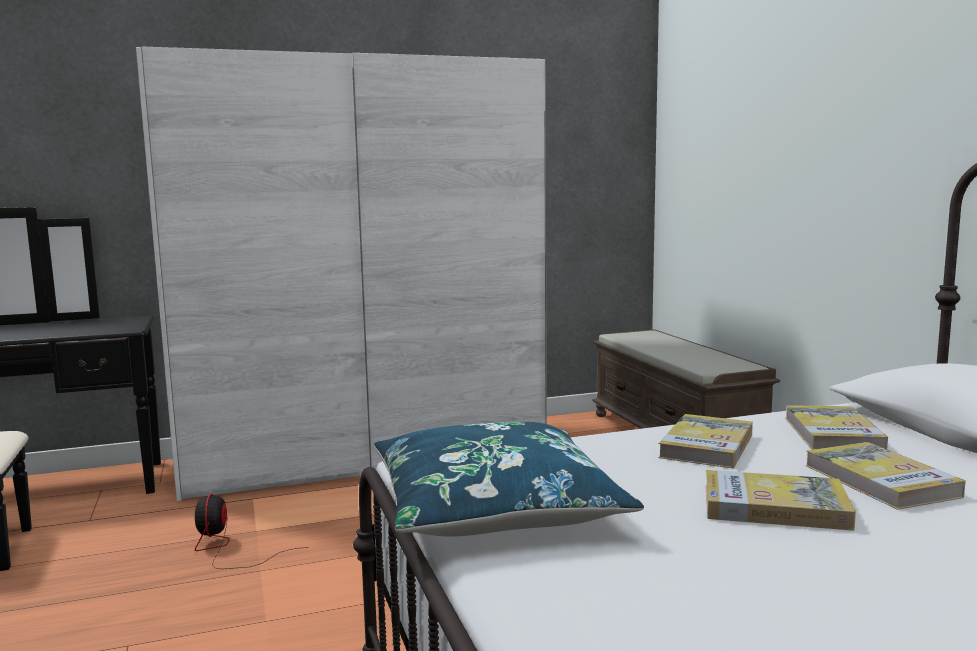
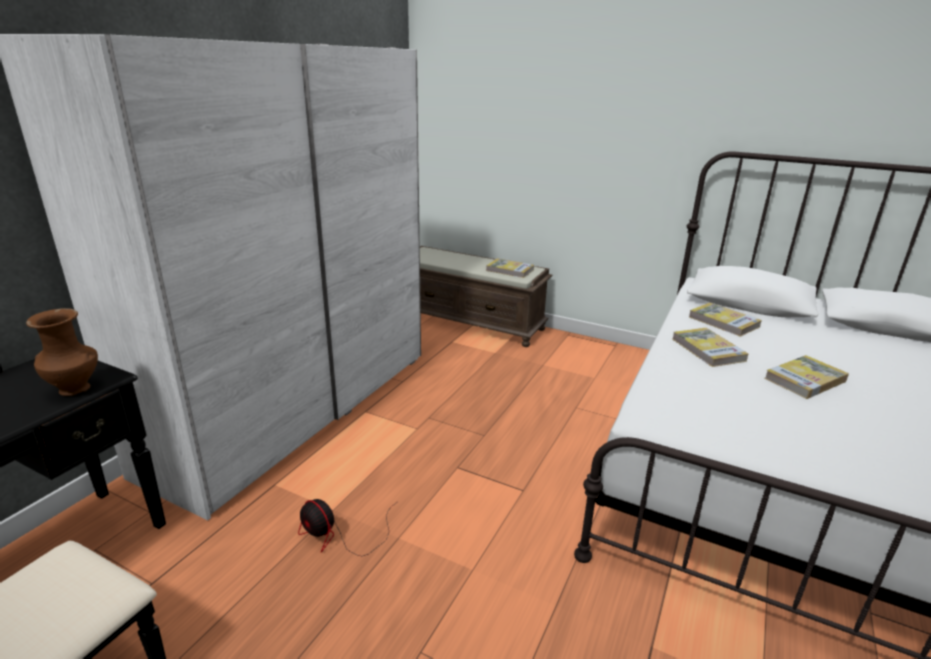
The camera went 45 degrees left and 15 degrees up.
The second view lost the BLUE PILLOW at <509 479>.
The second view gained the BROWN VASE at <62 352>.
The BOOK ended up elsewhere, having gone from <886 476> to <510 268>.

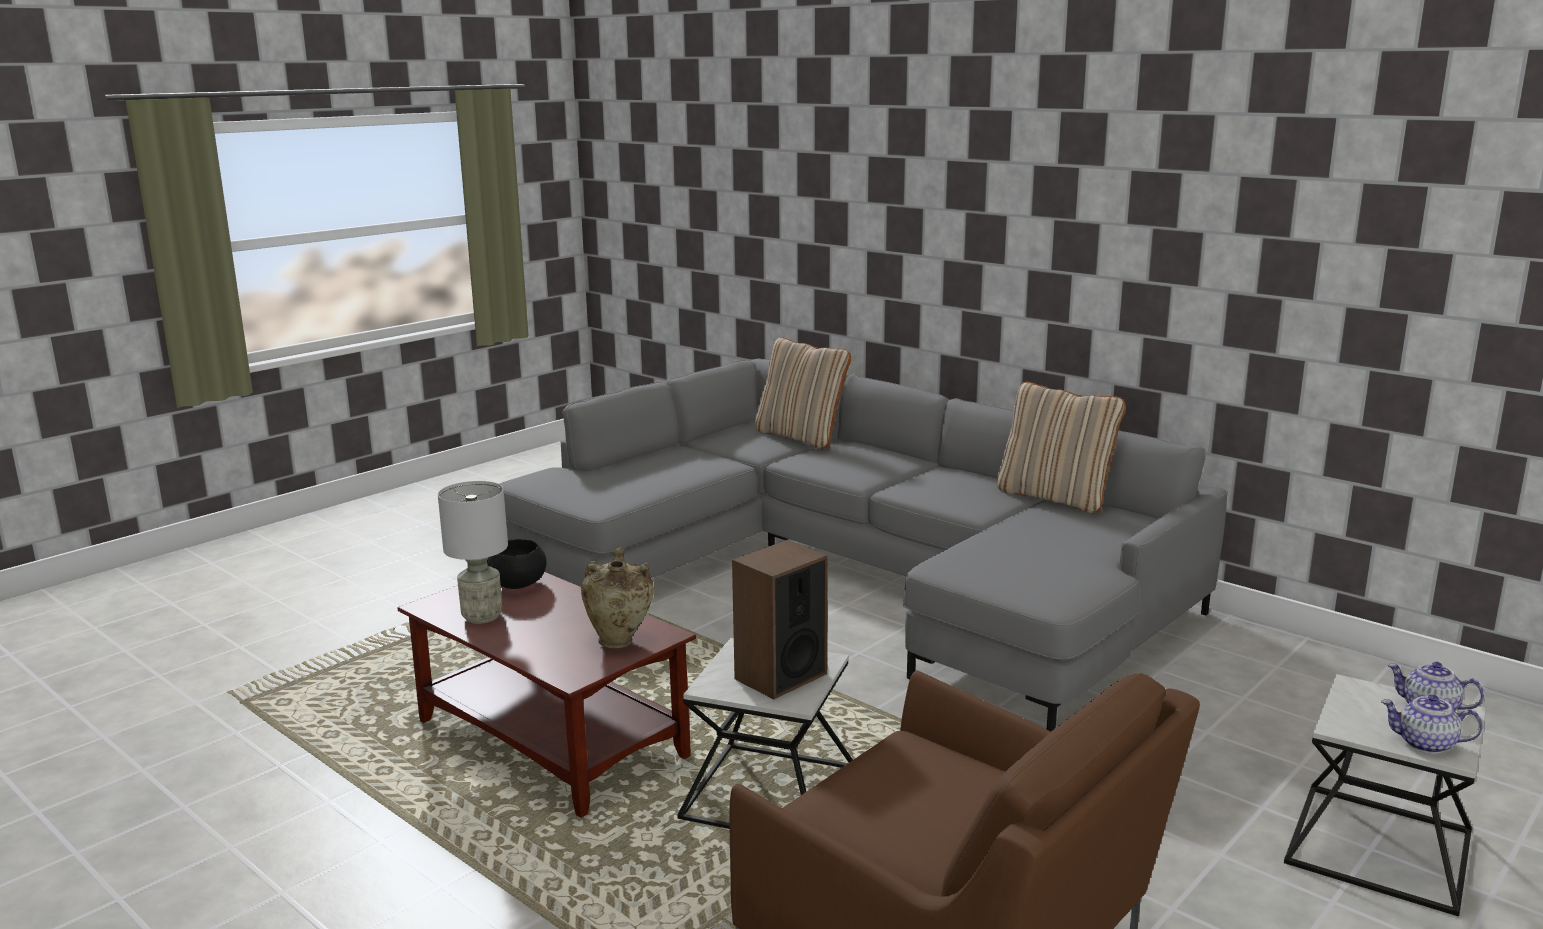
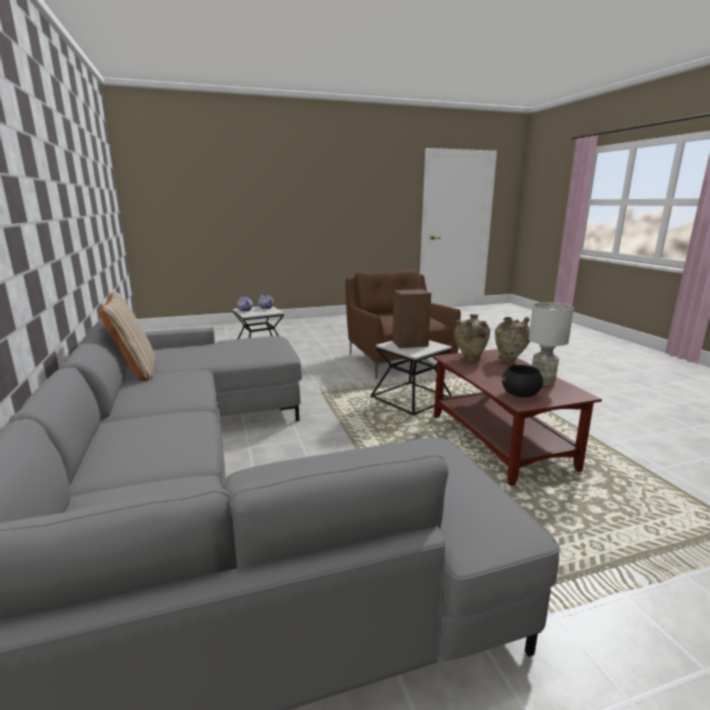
The camera went 150 degrees left and 0 degrees up.
The second view lost the BEIGE PILLOW at <803 393>.
The second view gained the BEIGE VASE at <512 339>.

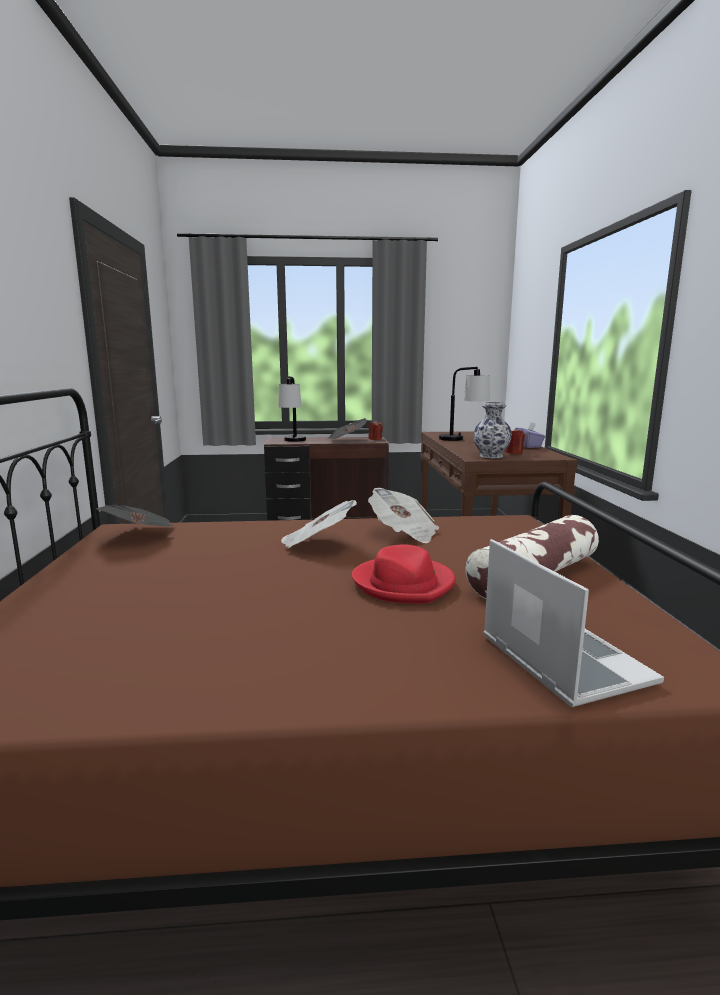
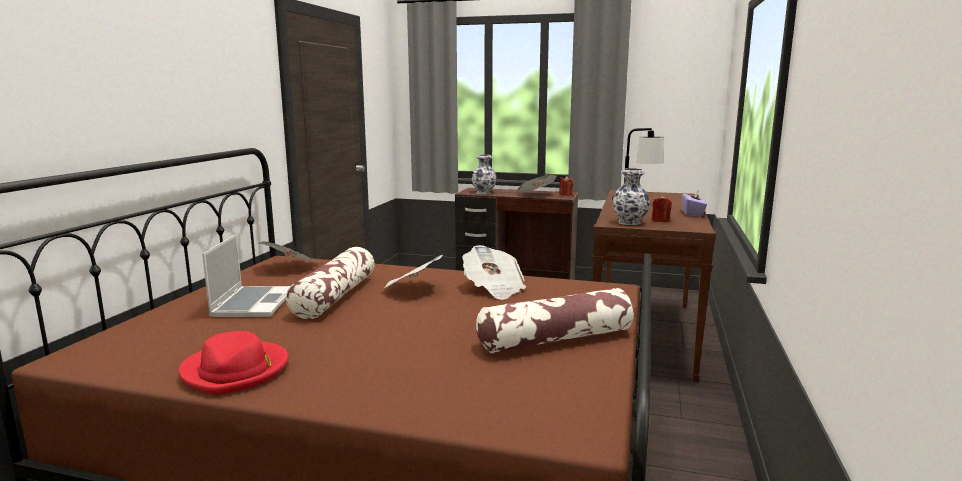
The camera went 20 degrees right and 0 degrees up.
The second view gained the PILLOW at <330 283>.
The RED HAT ended up elsewhere, having gone from <404 574> to <233 363>.
The LAPTOP ended up elsewhere, having gone from <573 623> to <246 275>.
Where the TABLE LAMP stood at <292 409>, the VASE came to stand at <484 174>.

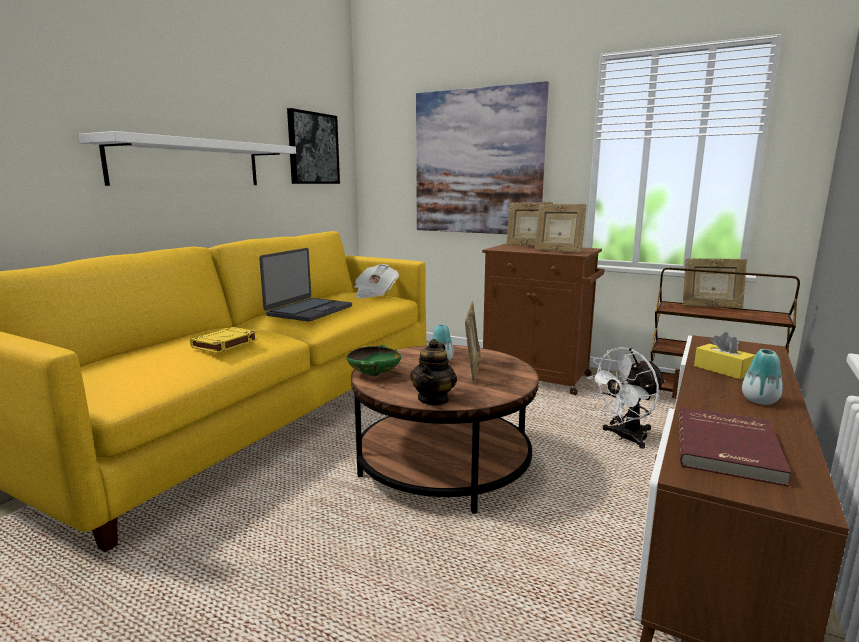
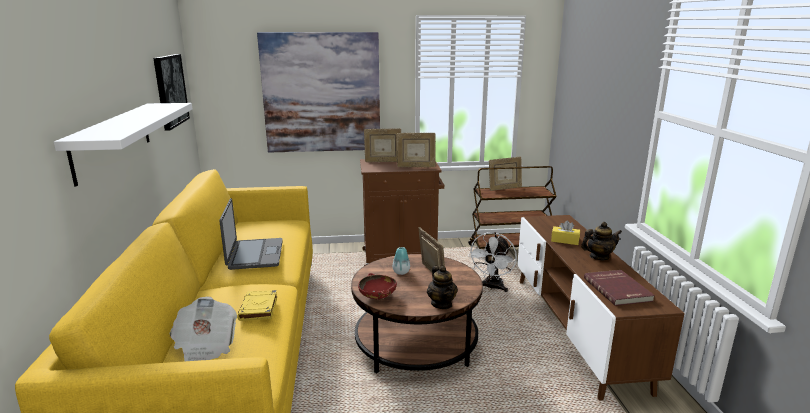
The camera went 35 degrees left and 5 degrees up.
The NEWSPAPER ended up elsewhere, having gone from <376 281> to <203 329>.
Where the VASE stood at <762 377>, the TEAPOT came to stand at <601 241>.
What was the GREEN BOWL at <374 360> turned into the RED BOWL at <377 286>.

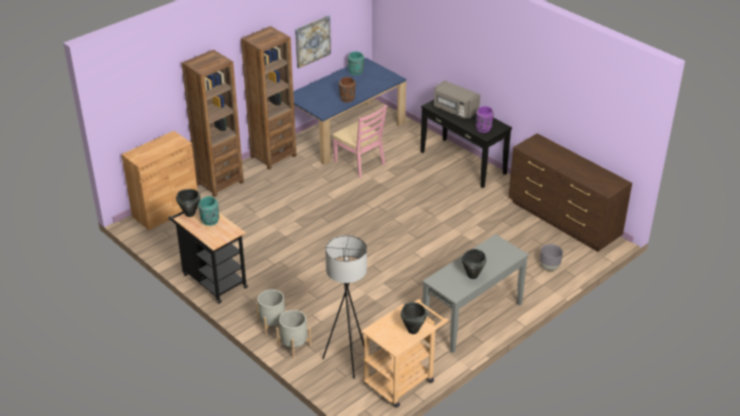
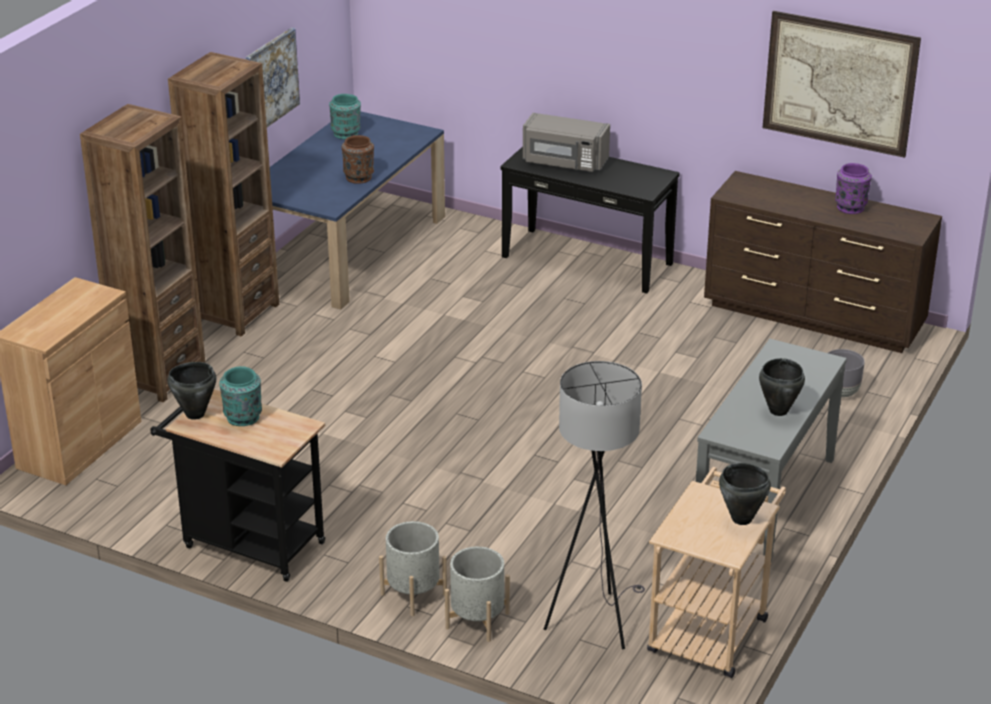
The camera went 20 degrees left and 5 degrees down.
The second view lost the PINK CHAIR at <359 141>.
The second view gained the PICTURE at <842 84>.
The PURPLE VASE ended up elsewhere, having gone from <485 119> to <853 188>.

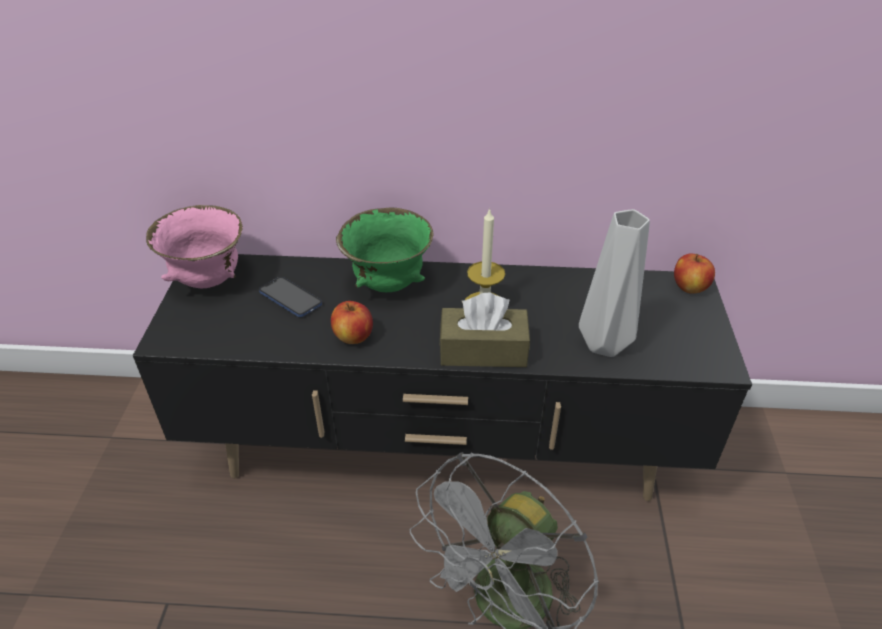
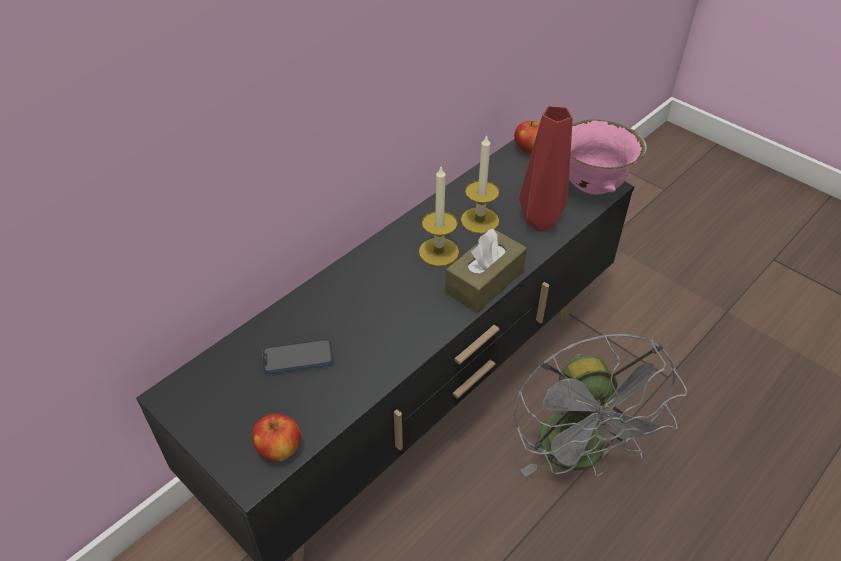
The camera went 50 degrees left and 5 degrees up.
The second view lost the GREEN BOWL at <385 249>.
The second view gained the CANDLE at <480 184>.
The PINK BOWL ended up elsewhere, having gone from <194 246> to <608 157>.
The APPLE ended up elsewhere, having gone from <352 322> to <276 437>.
What was the GREY VASE at <614 283> turned into the RED VASE at <545 169>.

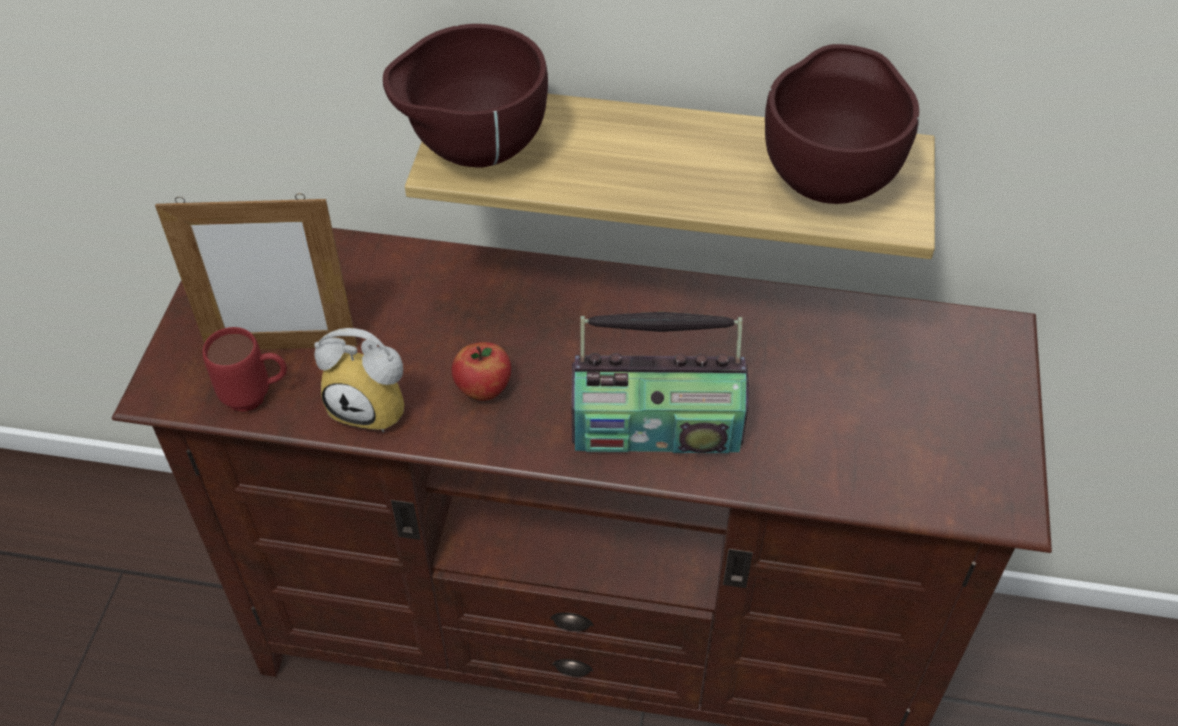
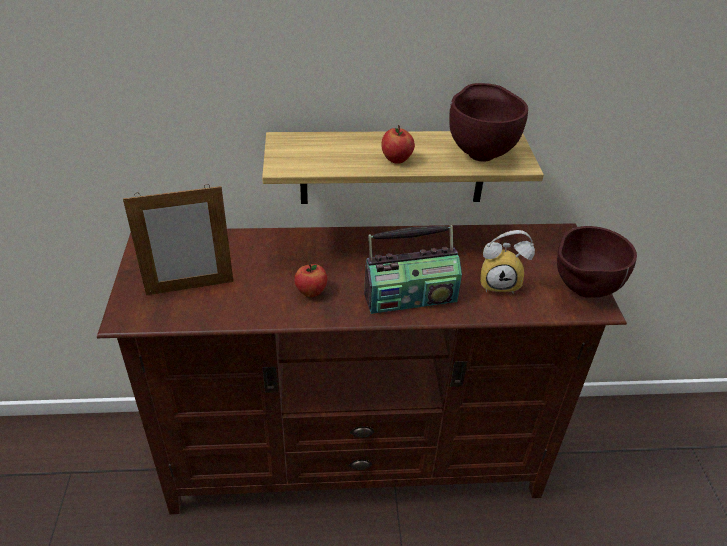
The camera went 15 degrees left and 10 degrees down.
The second view lost the RED MUG at <245 369>.
The second view gained the APPLE at <398 144>.
The ALARM CLOCK ended up elsewhere, having gone from <359 380> to <507 261>.
The BROWN BOWL ended up elsewhere, having gone from <465 96> to <597 262>.

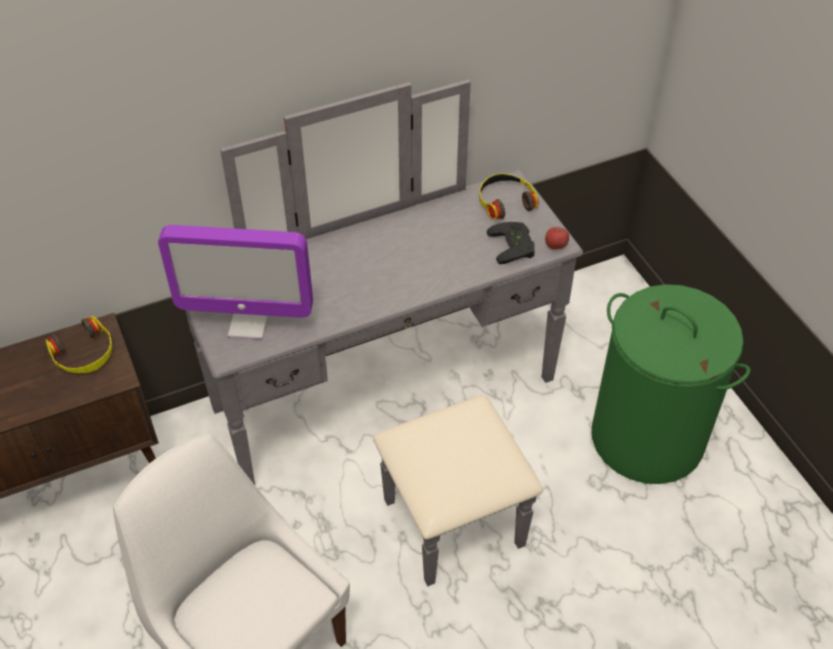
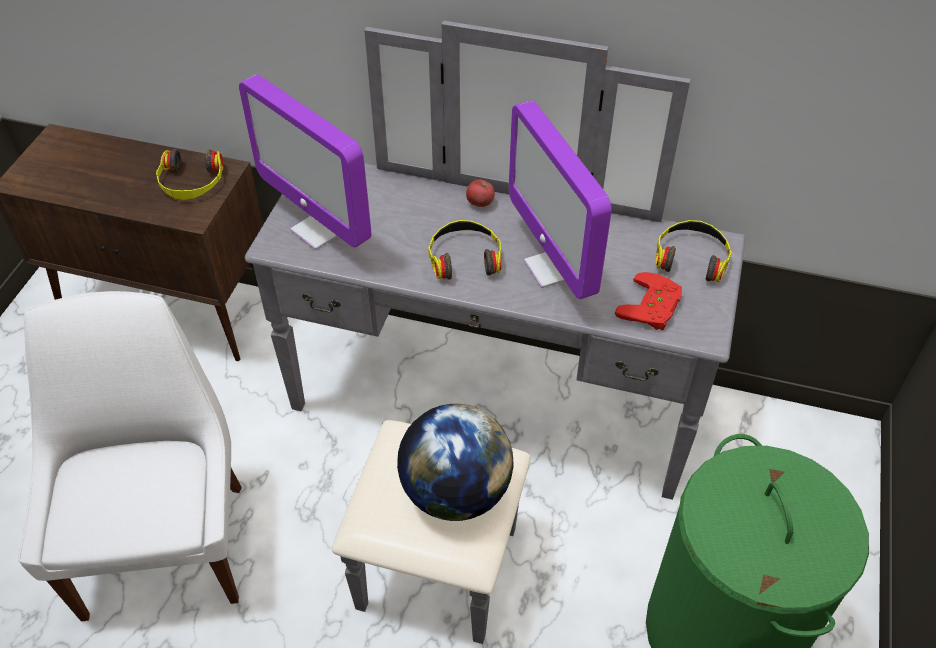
The camera went 40 degrees right and 0 degrees up.
The second view gained the GLOBE at <455 462>.
The second view gained the HEADPHONES at <465 250>.
The second view gained the MONITOR at <560 200>.
The APPLE ended up elsewhere, having gone from <557 238> to <480 193>.
What was the BLACK GAME CONTROLLER at <511 243> turned into the RED GAME CONTROLLER at <648 301>.

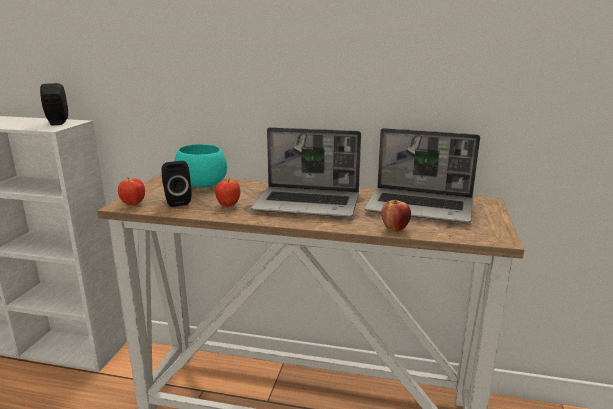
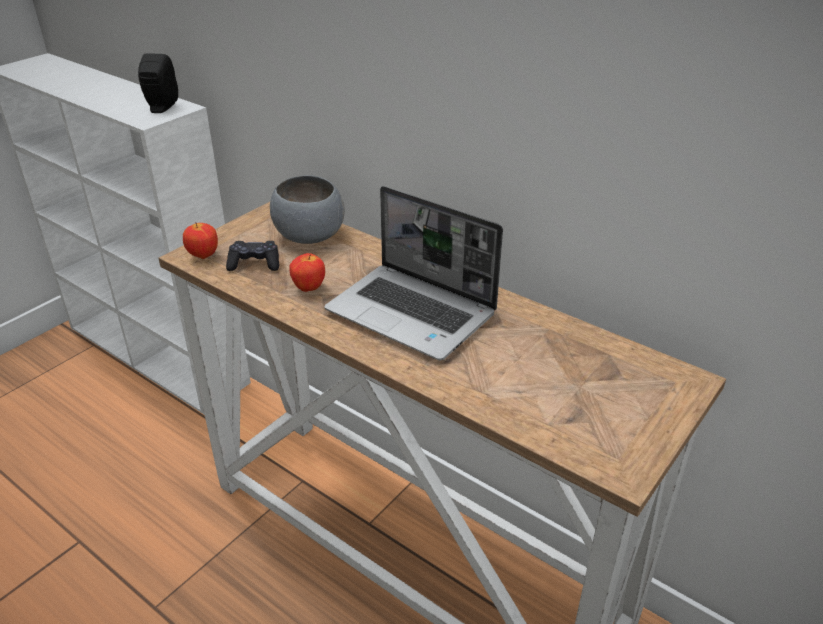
The camera went 25 degrees right and 15 degrees up.
The second view lost the LAPTOP at <422 175>.
The second view lost the APPLE at <396 216>.
Where the BLACK SPEAKER stood at <176 184>, the BLACK GAME CONTROLLER came to stand at <252 256>.
What was the TURQUOISE BOWL at <200 166> turned into the GREY BOWL at <307 209>.

